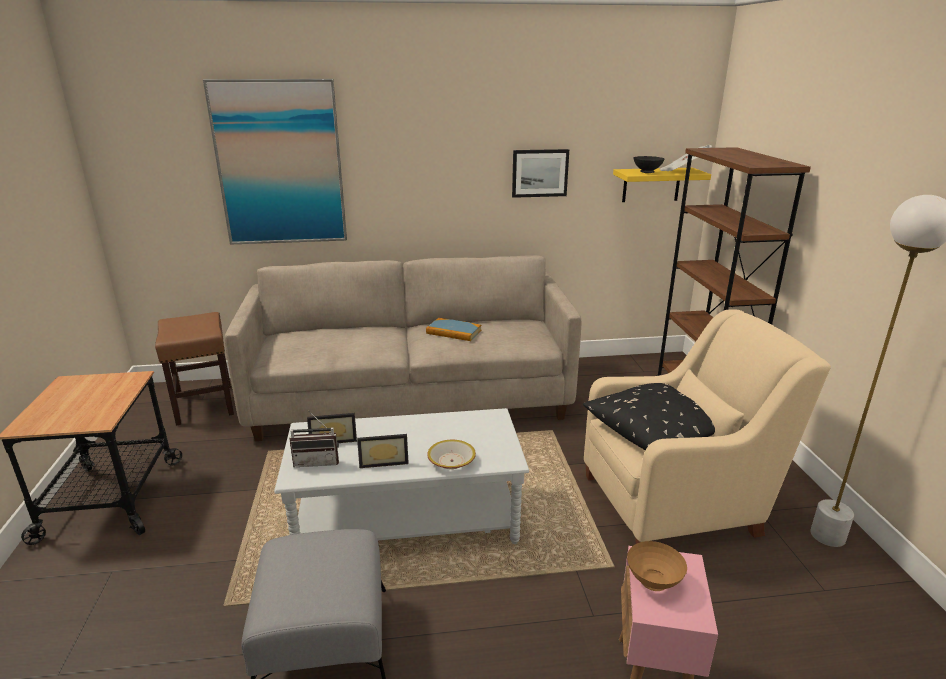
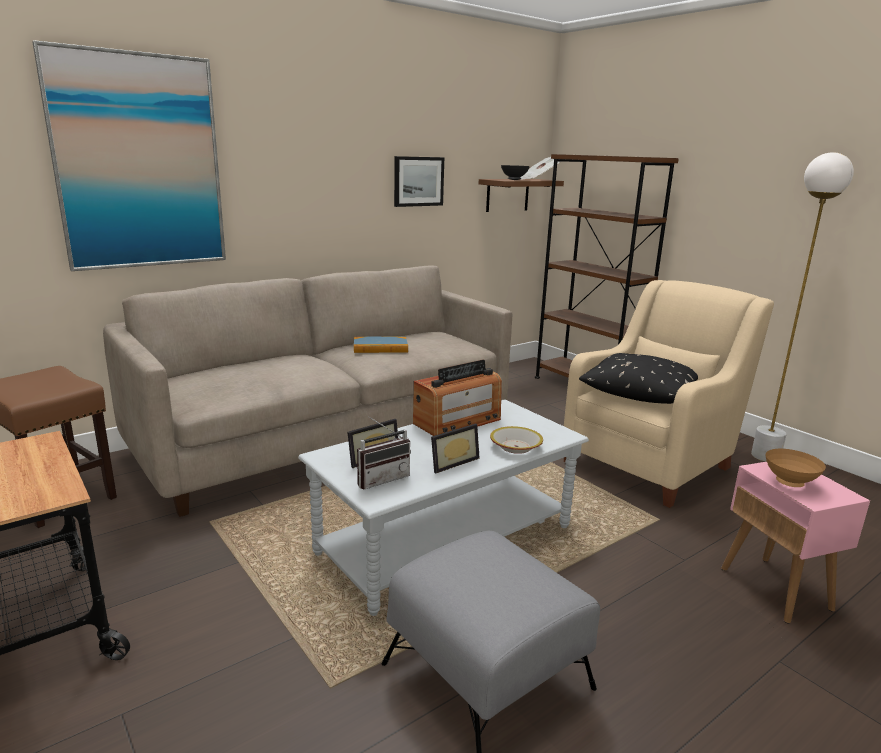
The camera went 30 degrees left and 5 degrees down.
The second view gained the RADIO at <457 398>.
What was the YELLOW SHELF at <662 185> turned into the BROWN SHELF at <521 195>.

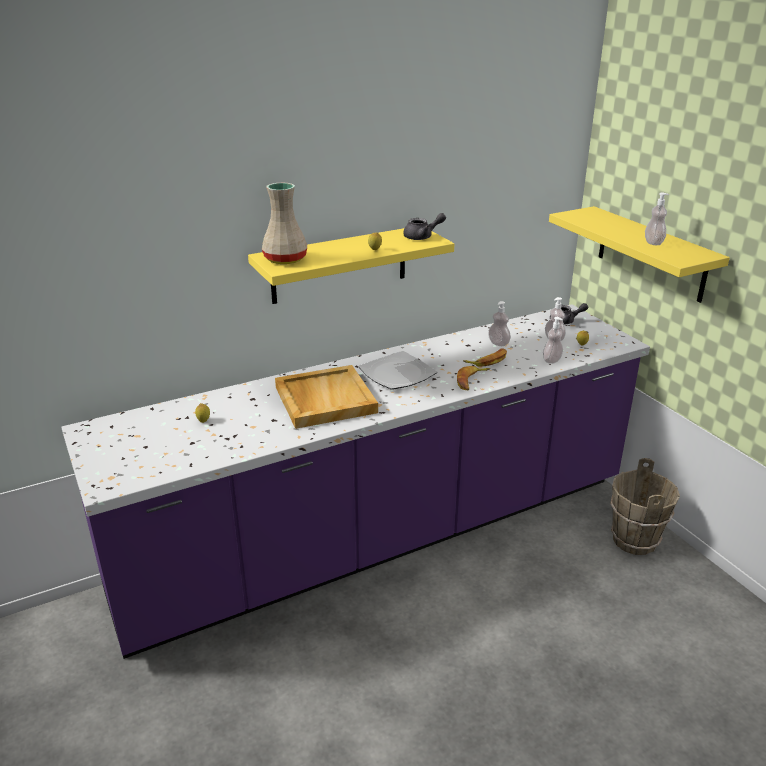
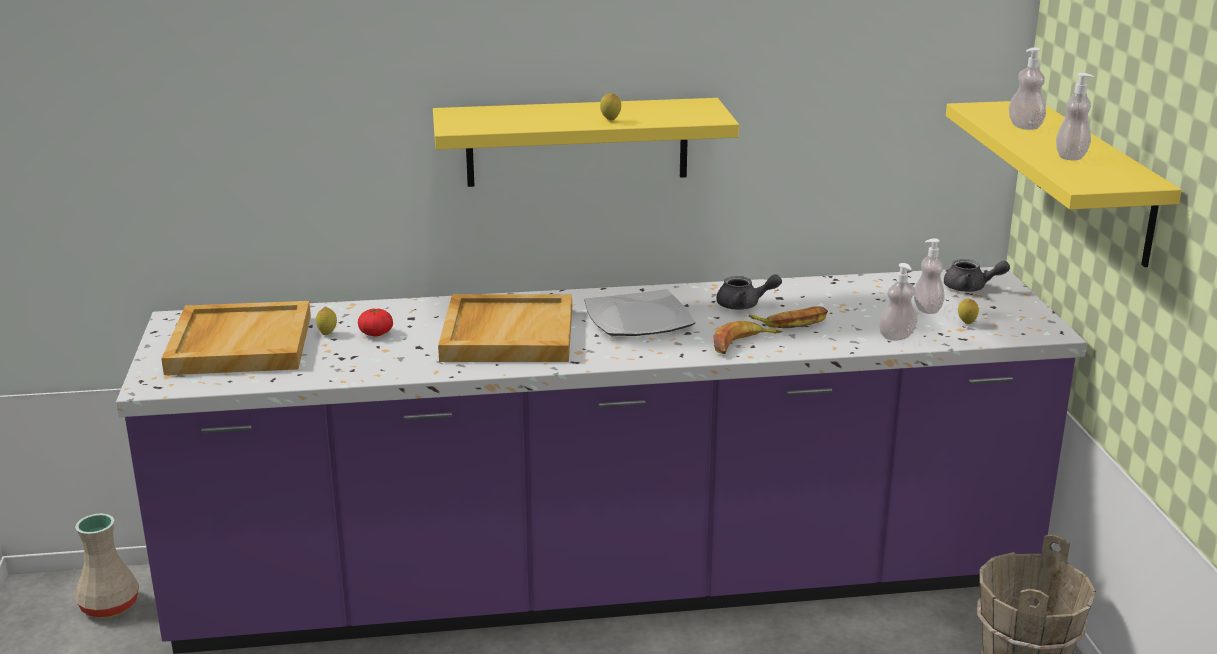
The camera went 20 degrees right and 5 degrees down.
The second view gained the BEIGE TRAY at <236 338>.
The second view gained the TOMATO at <375 323>.
The BEIGE VASE ended up elsewhere, having gone from <284 223> to <107 565>.
The GREY TEAPOT ended up elsewhere, having gone from <424 226> to <749 292>.
The SOAP DISPENSER ended up elsewhere, having gone from <499 323> to <1027 88>.

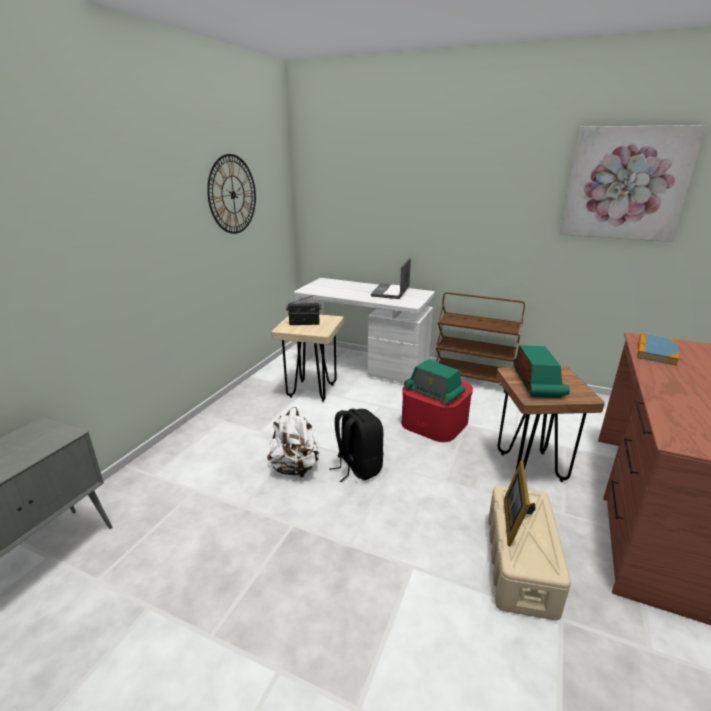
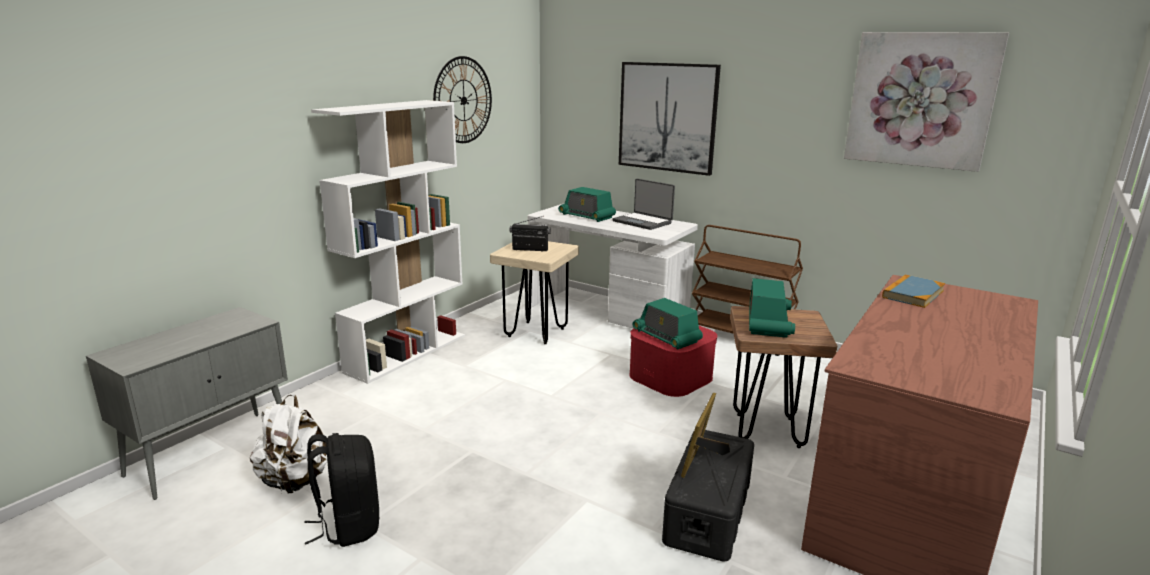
The camera went 10 degrees right and 5 degrees down.
The second view gained the WHITE BOOKCASE at <388 242>.
The second view gained the RADIO at <587 204>.
The second view gained the PICTURE at <670 119>.
The WHITE BACKPACK ended up elsewhere, having gone from <293 442> to <288 444>.
The BLACK BACKPACK ended up elsewhere, having gone from <356 445> to <342 490>.
What was the BEIGE STORAGE BOX at <529 553> turned into the BLACK STORAGE BOX at <708 496>.
The LAPTOP at <391 278> ended up facing another way, 75 degrees counterclockwise from before.

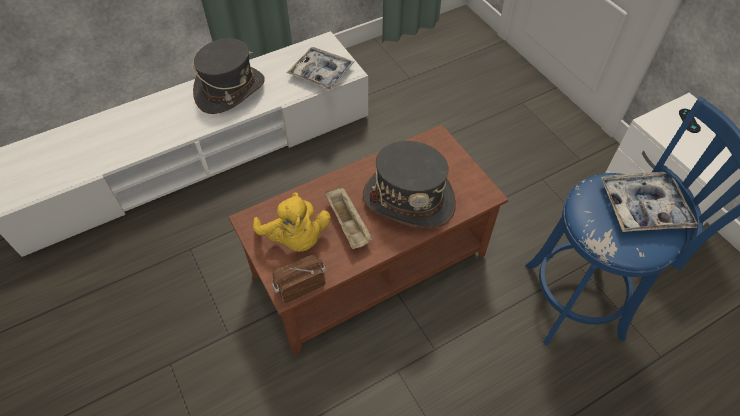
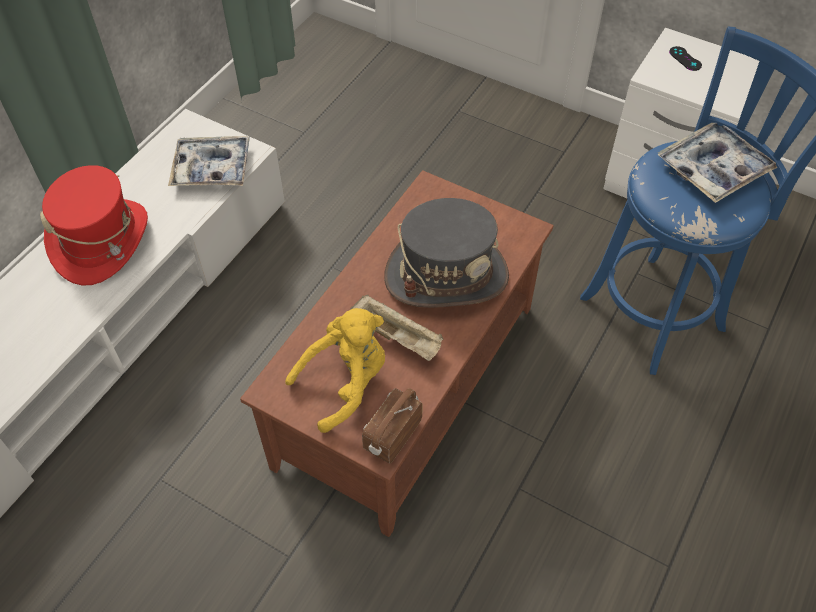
The camera went 30 degrees left and 0 degrees up.
What was the GREY HAT at <229 76> turned into the RED HAT at <94 225>.
The YELLOW PLUSH TOY at <292 222> ended up facing another way, 60 degrees counterclockwise from before.

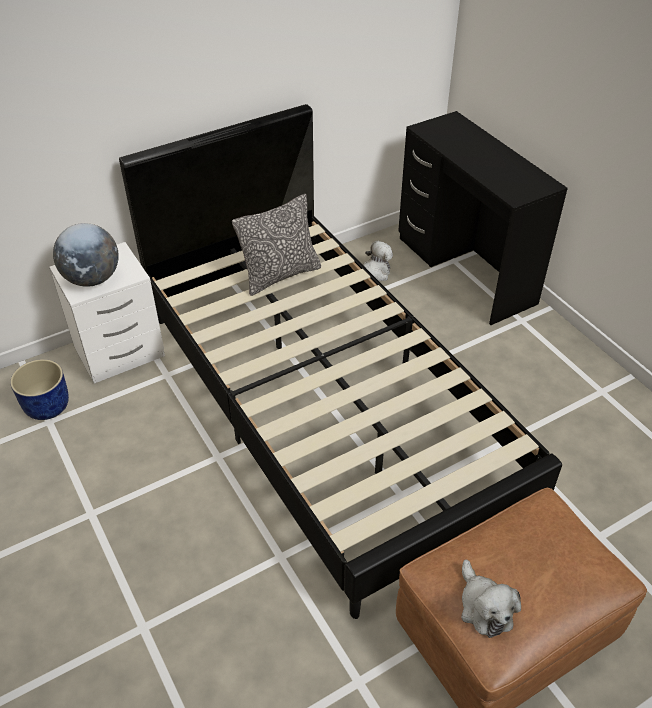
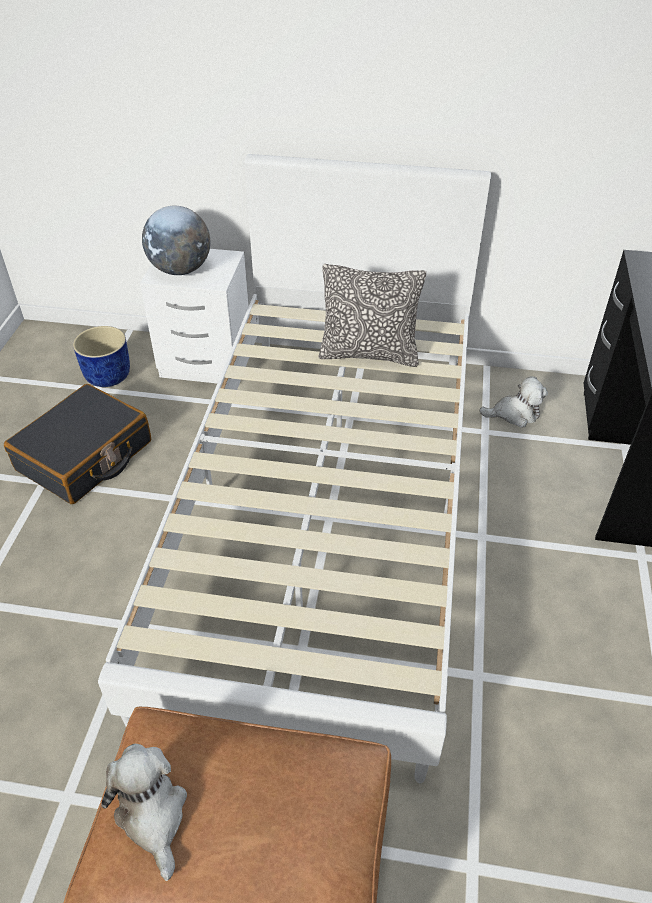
The camera went 40 degrees right and 0 degrees up.
The second view gained the BLACK SUITCASE at <77 444>.
What was the BLACK BED at <340 361> turned into the WHITE BED at <294 468>.
The PLUSH TOY at <491 599> ended up facing another way, 135 degrees clockwise from before.

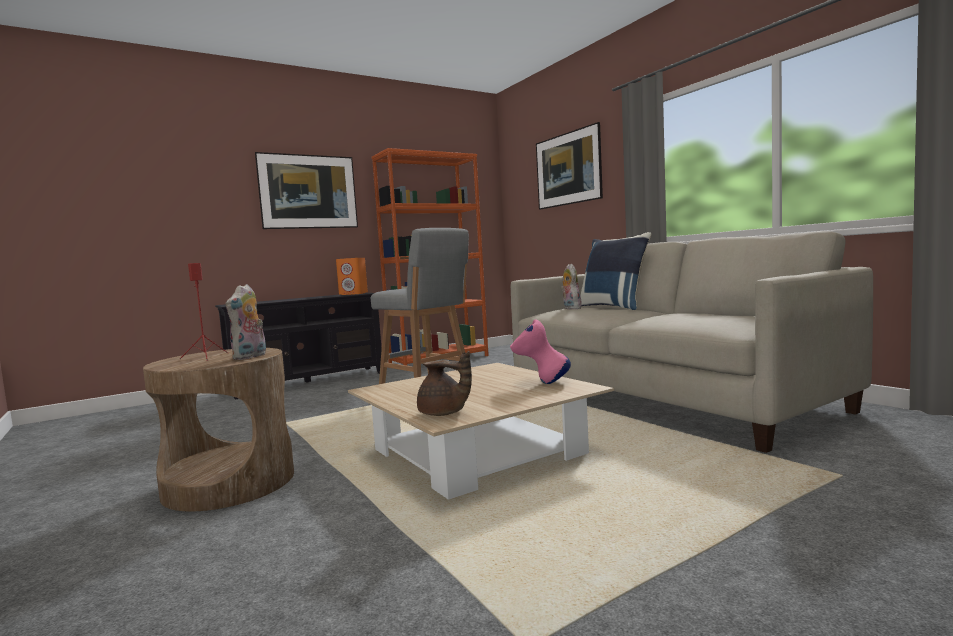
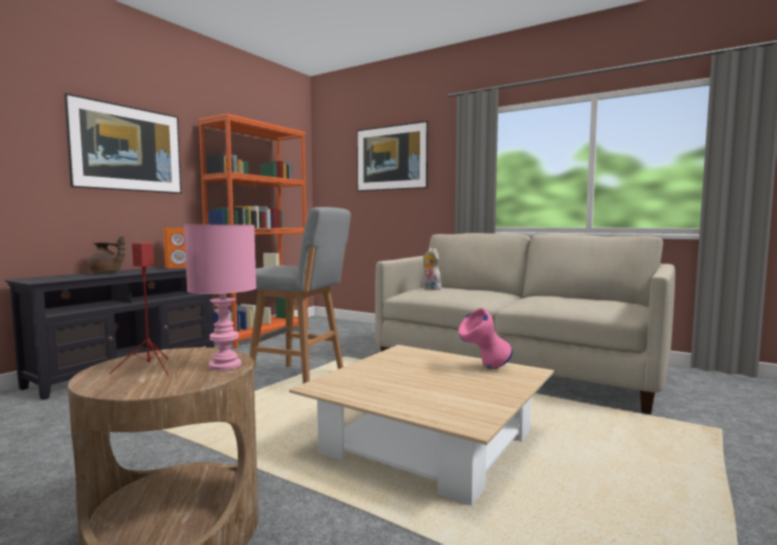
The camera went 25 degrees left and 0 degrees up.
The second view lost the BLUE PILLOW at <616 271>.
The BROWN TEAPOT ended up elsewhere, having gone from <444 383> to <107 254>.
Where the PLUSH TOY stood at <246 322>, the PINK TABLE LAMP came to stand at <220 298>.

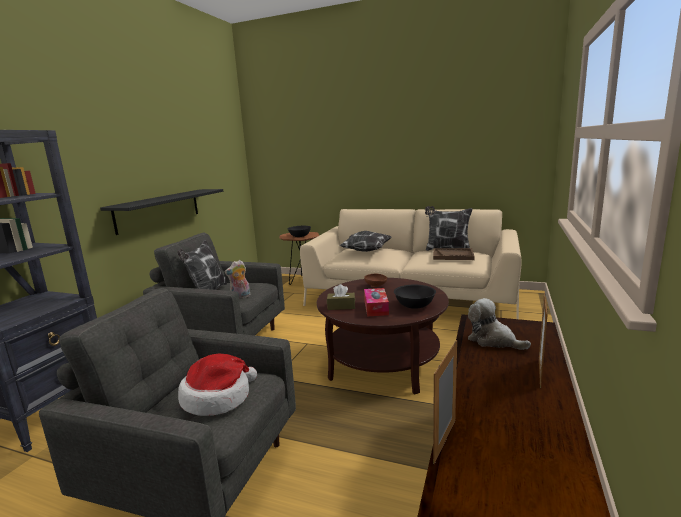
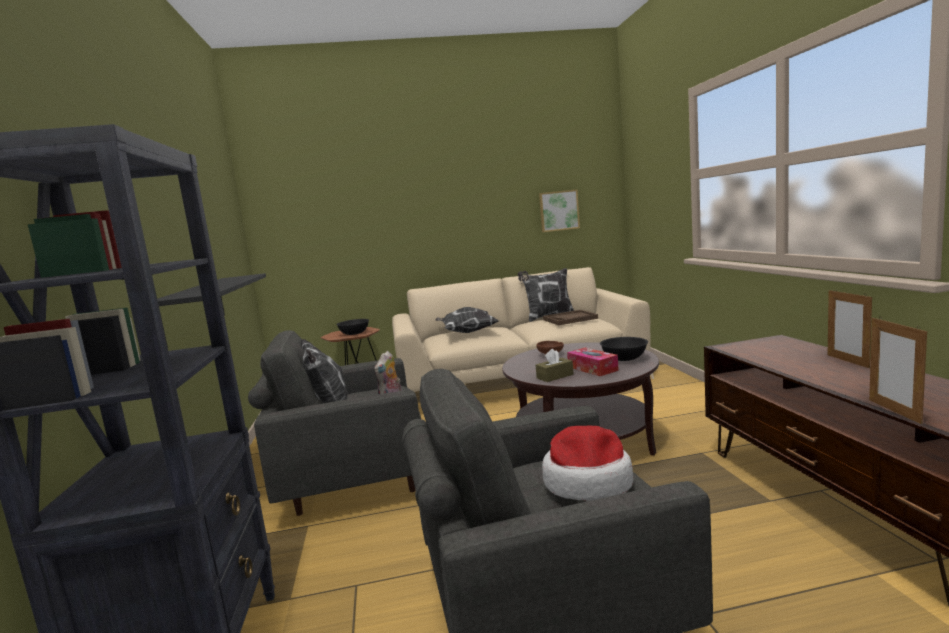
The camera went 30 degrees left and 5 degrees down.
The second view lost the PLUSH TOY at <499 324>.
The second view gained the PICTURE at <559 211>.

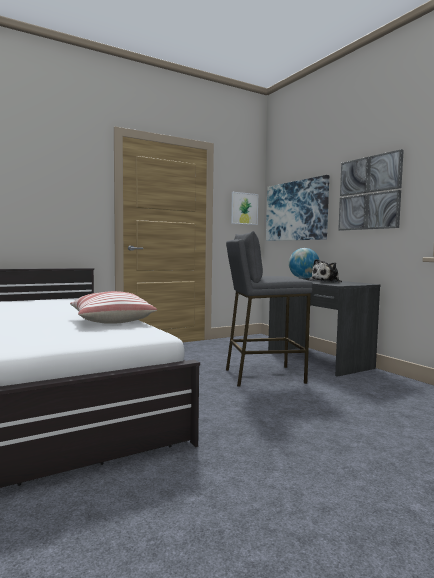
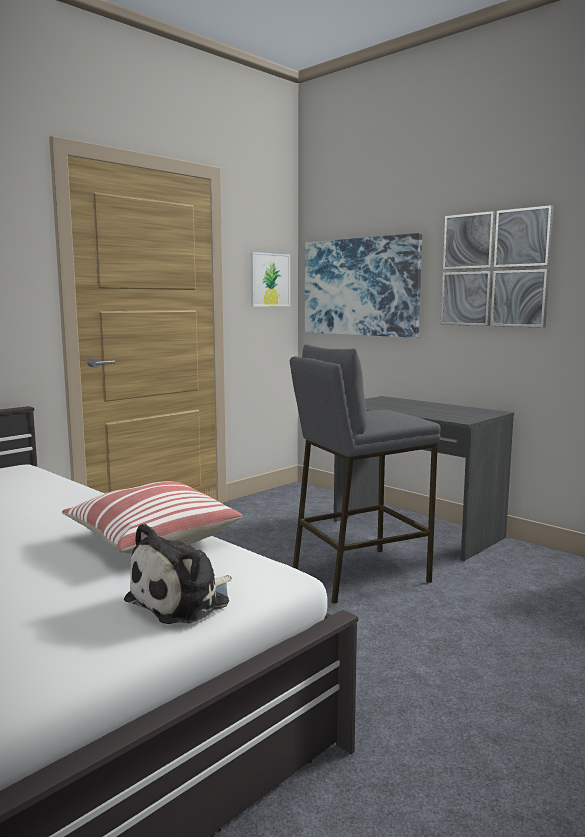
The camera went 15 degrees left and 5 degrees up.
The second view lost the GLOBE at <304 263>.
The PLUSH TOY ended up elsewhere, having gone from <326 270> to <178 573>.

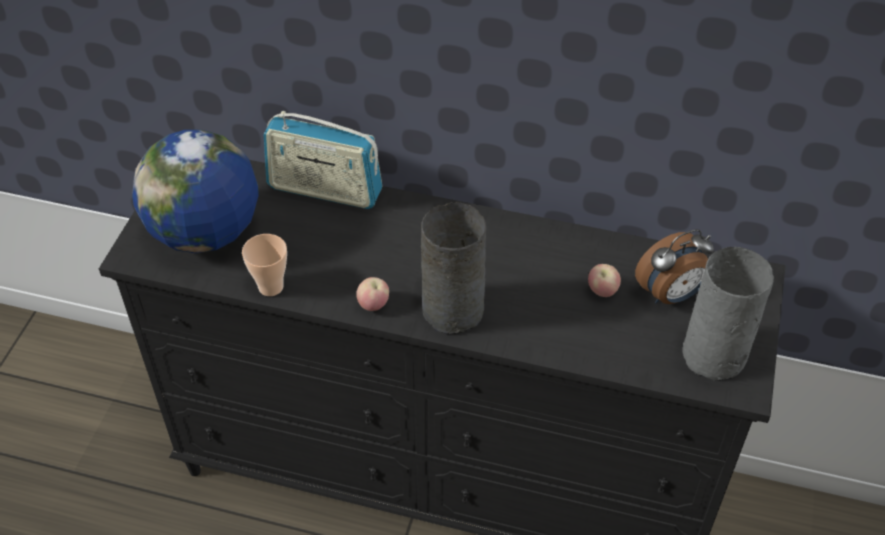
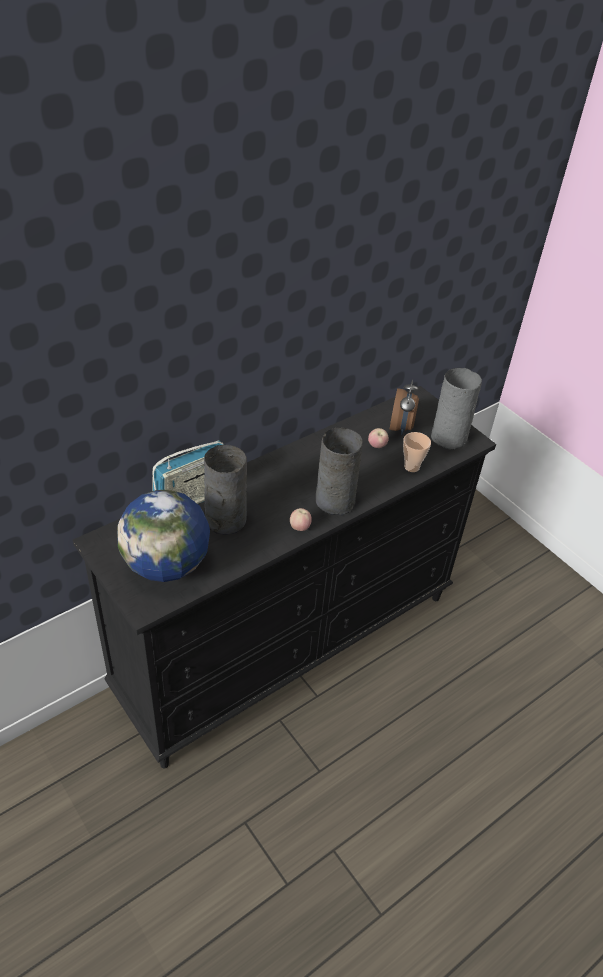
The camera went 55 degrees left and 5 degrees down.
The second view gained the GREY VASE at <225 490>.
The CUP ended up elsewhere, having gone from <264 265> to <417 452>.

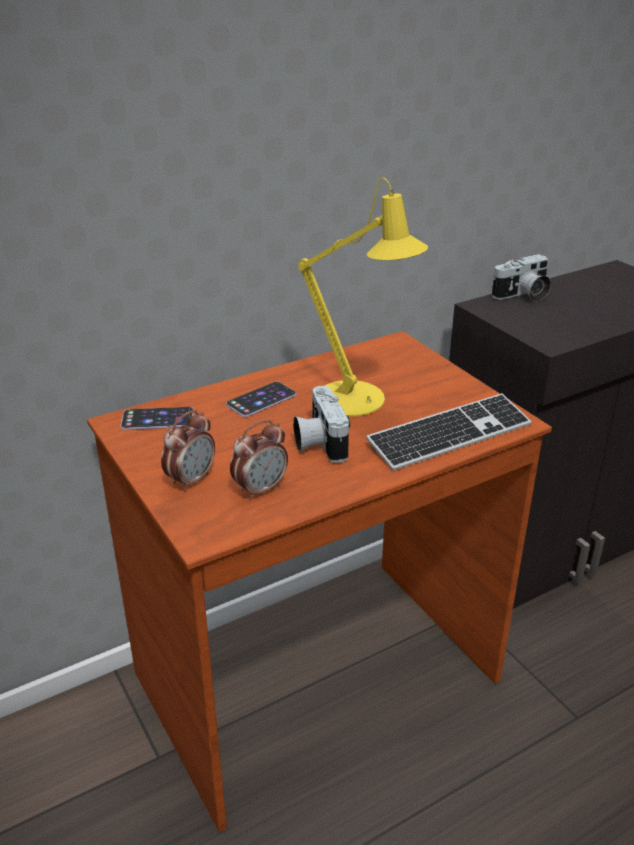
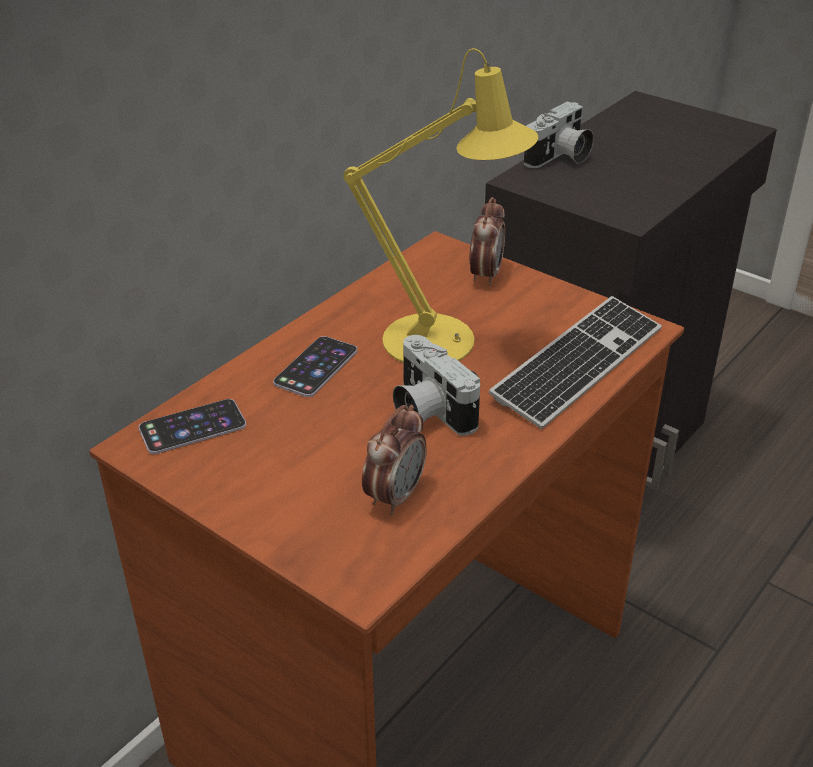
The camera went 20 degrees left and 5 degrees up.
The ALARM CLOCK ended up elsewhere, having gone from <188 451> to <487 241>.

